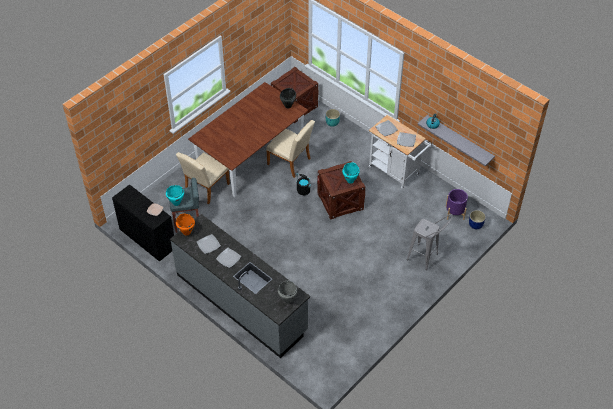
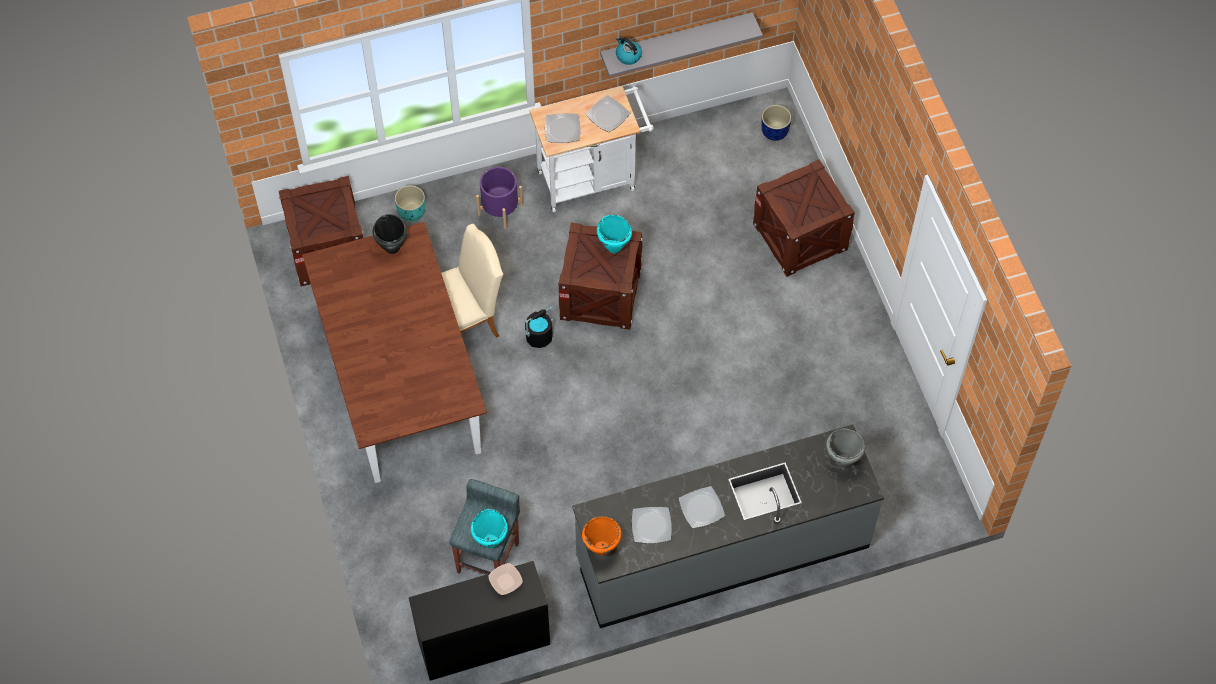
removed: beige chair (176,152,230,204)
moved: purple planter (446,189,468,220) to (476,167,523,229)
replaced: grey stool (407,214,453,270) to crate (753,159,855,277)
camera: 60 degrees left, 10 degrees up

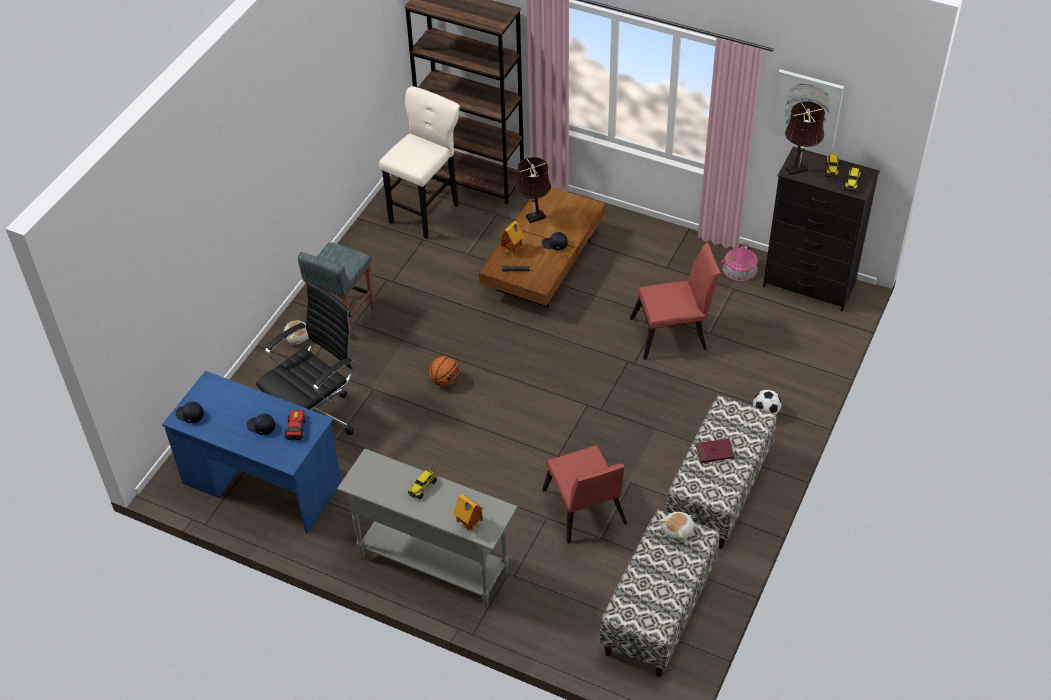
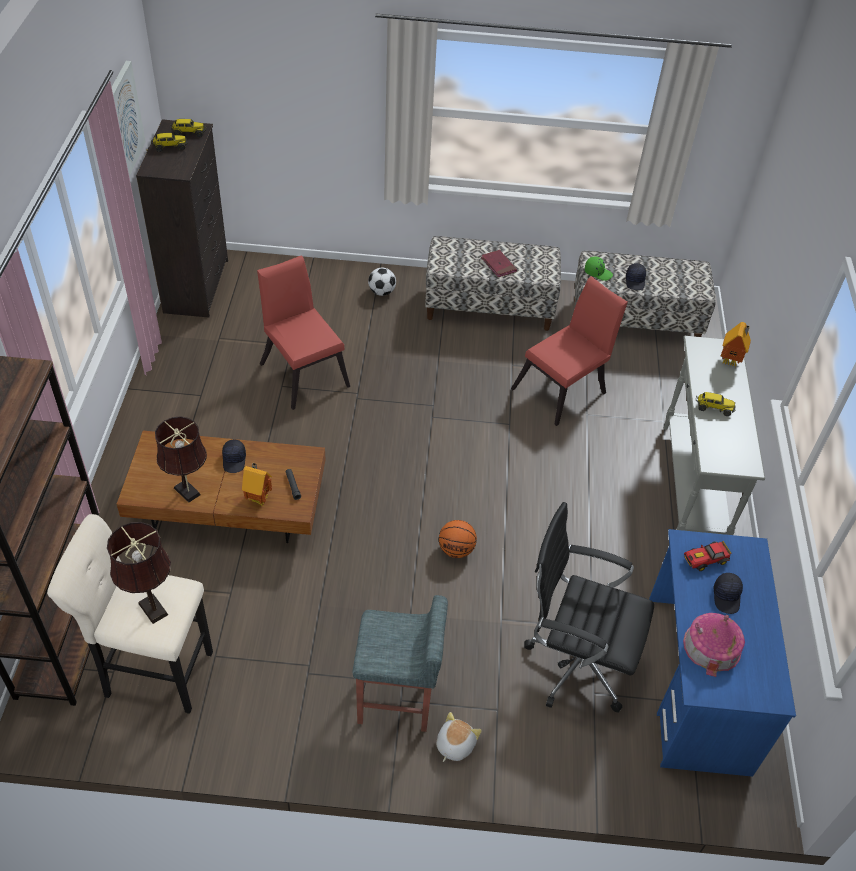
moved: black cap (176,402,204,423) to (626,263,646,290); toy house (720,242,758,281) to (683,613,745,677); brown table lamp (785,101,825,176) to (107,522,171,624)
replaced: plush toy (658,512,694,542) to green cap (585,257,613,281)
camera: 115 degrees left, 0 degrees up

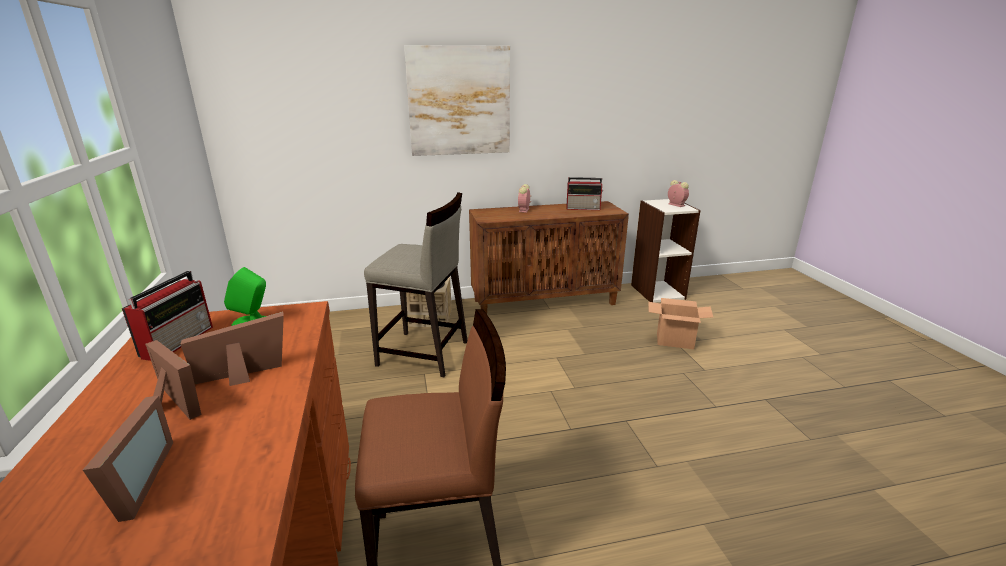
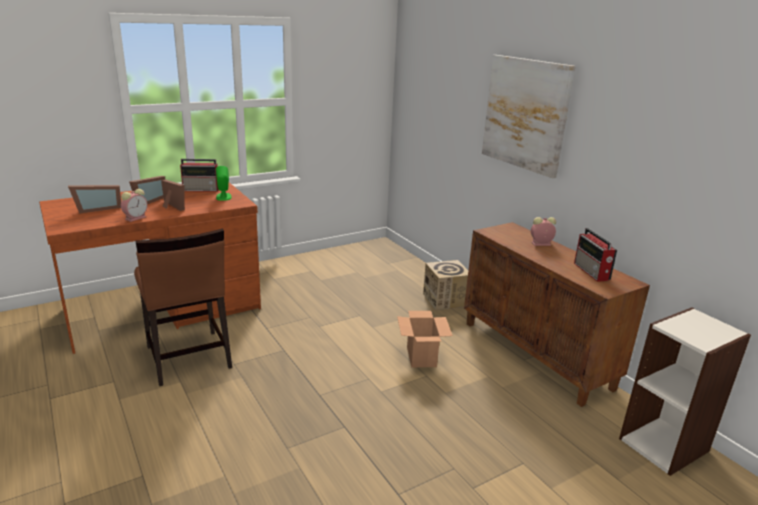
removed: beige stool (364,192,468,377)
moved: cardboard box (648,298,713,349) to (397,311,453,367); alarm clock (668,180,689,207) to (121,189,147,222)
camera: 70 degrees right, 0 degrees up

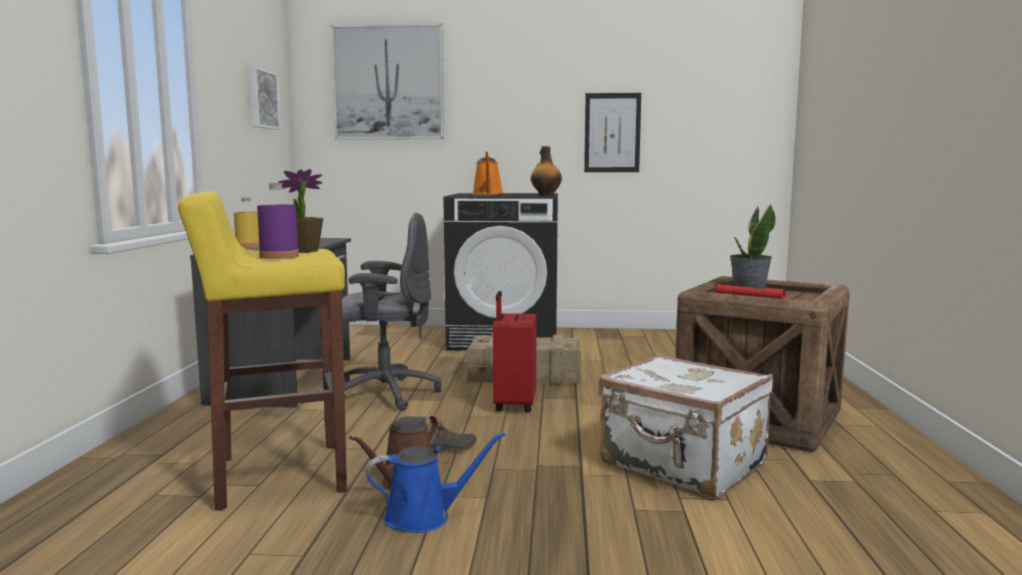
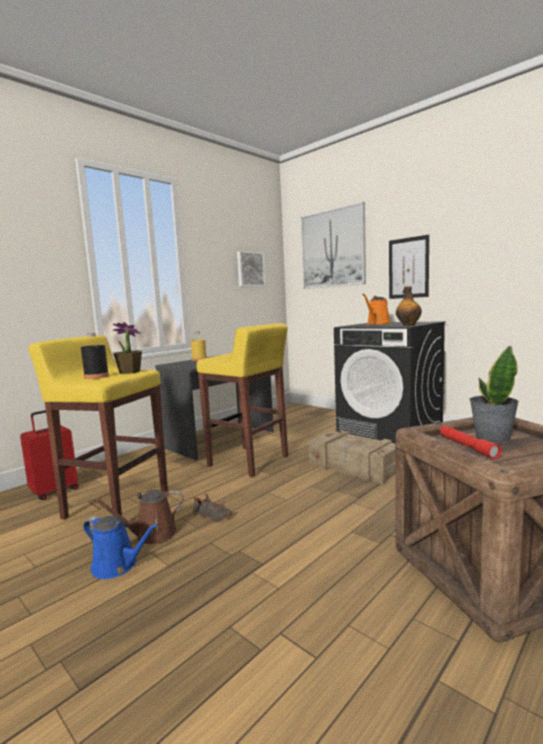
removed: white suitcase (598,354,773,498)
moved: red suitcase (493,291,537,412) to (20,410,79,500); picture (584,93,641,172) to (389,235,429,299)
replaced: grey office chair (342,212,441,411) to yellow stool (197,323,288,477)
recoloured: purple bottle (257,183,299,259) to black bottle (81,332,109,379)
camera: 40 degrees right, 0 degrees up

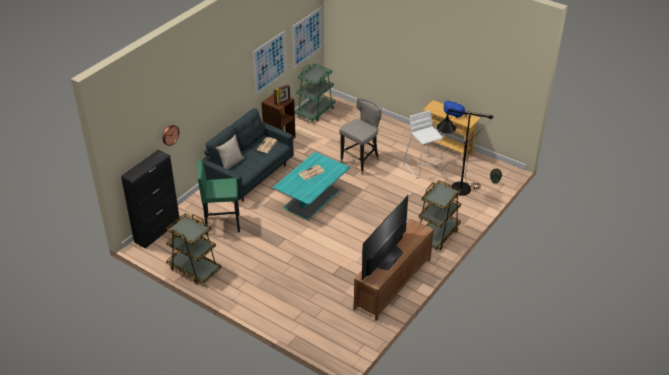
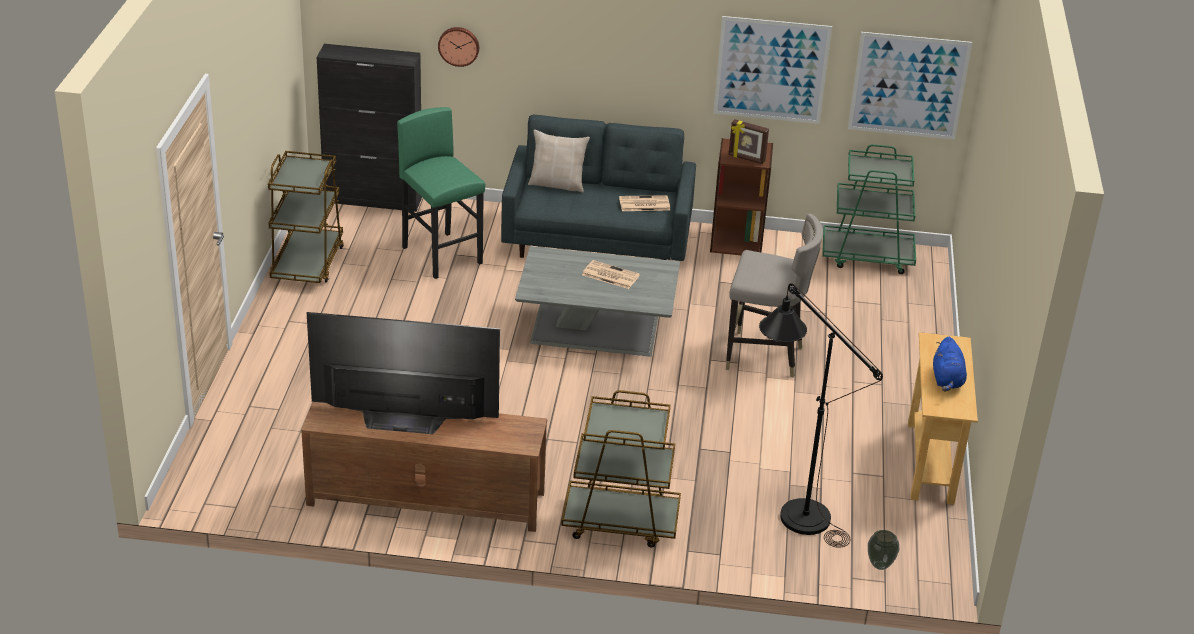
removed: white stool (404,110,443,179)
recoloured: turquoise coffee table (273,152,350,220) to grey coffee table (515,246,680,357)
camera: 60 degrees right, 5 degrees down

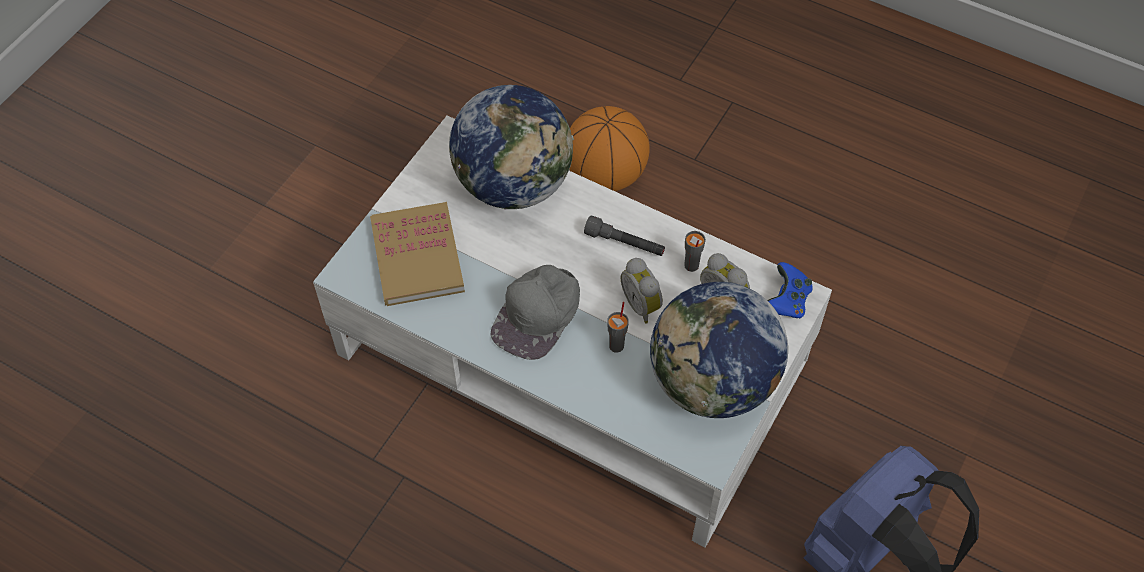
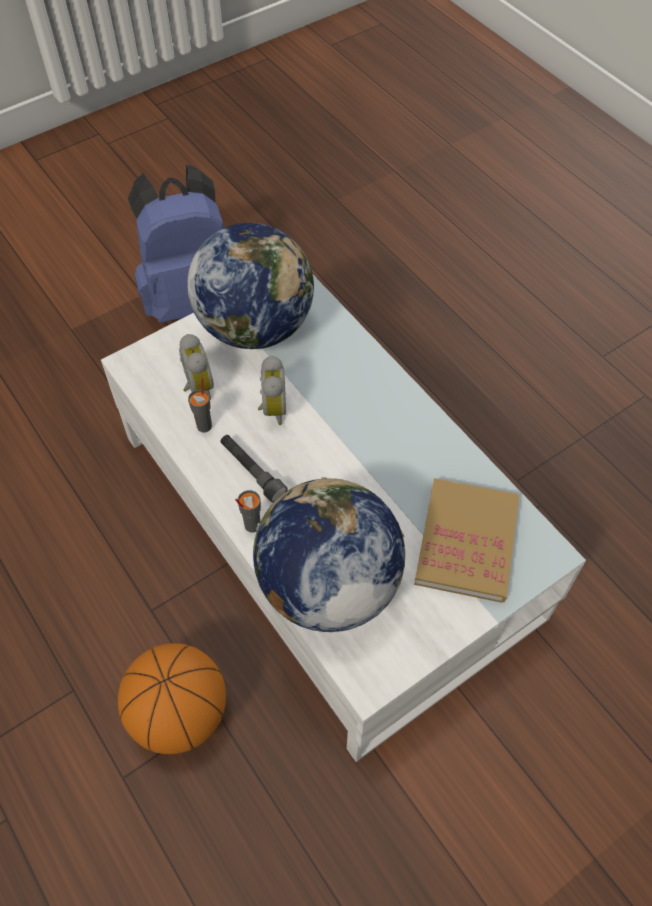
removed: grey cap (491,265,580,360); blue game controller (767,262,813,318)
moved: grey cup (607,302,629,352) to (235,490,261,533)
camera: 155 degrees left, 0 degrees up

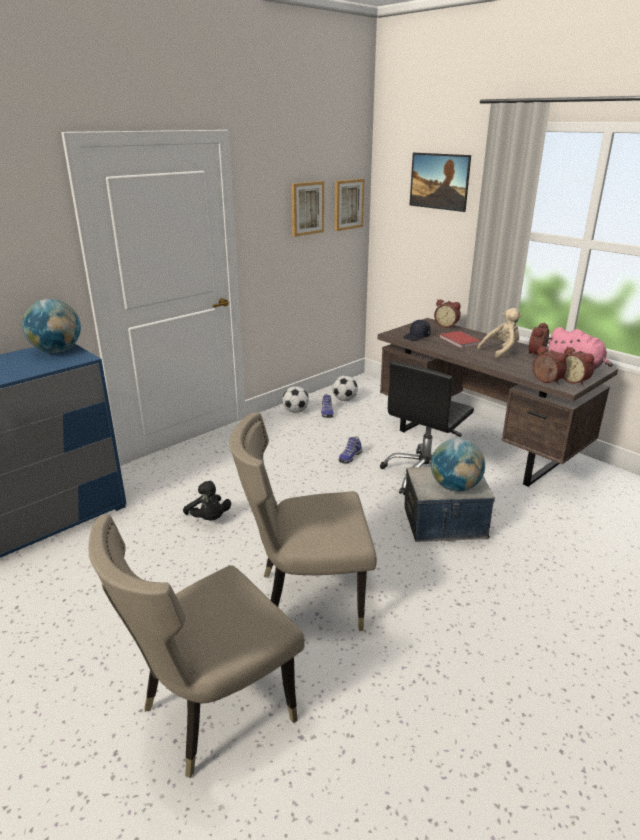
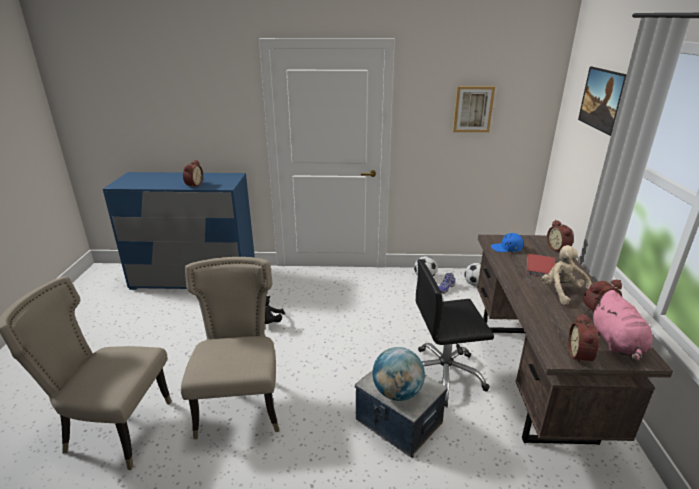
removed: globe (22,299,81,353); picture (334,179,364,231); shoe (338,436,362,464)
moved: alarm clock (533,346,567,384) to (183,160,203,188)
recoloured: black cap (403,320,431,341) to blue cap (491,233,523,252)
turned: beige chair (230,412,377,631) = (181,257,279,439) 45 degrees clockwise; beige plush toy (477,308,522,359) = (542,245,592,305) 120 degrees counterclockwise
camera: 45 degrees right, 0 degrees up

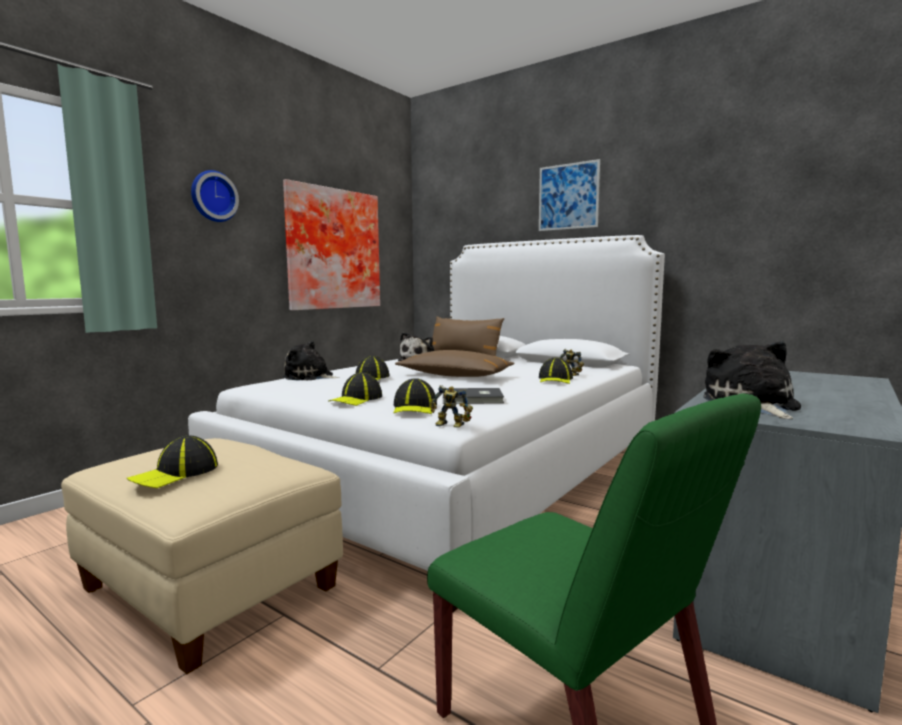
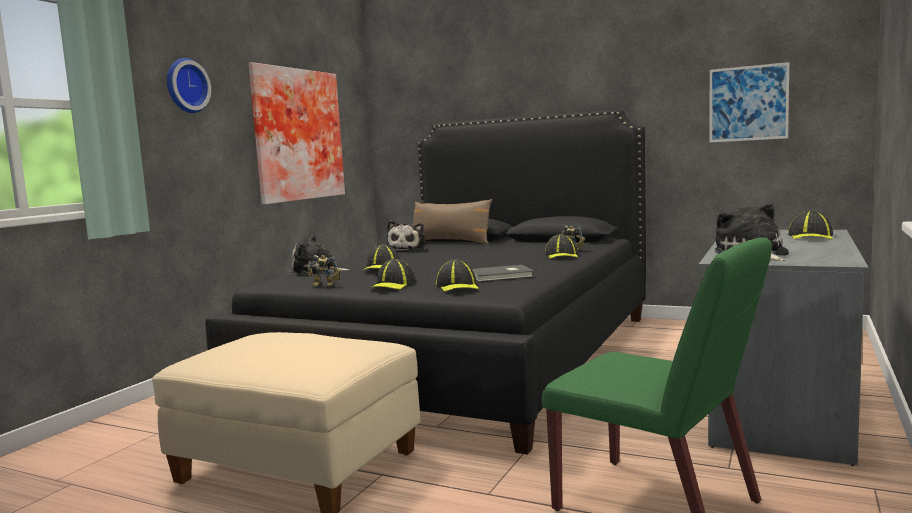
removed: brown pillow (395,350,514,377)
moved: cap (127,435,218,488) to (788,210,833,240); toy robot (430,385,473,428) to (307,255,341,286); picture (539,159,600,231) to (710,62,789,142)
recoloured: white bed (188,235,665,612) to black bed (205,110,646,455)
camera: 10 degrees left, 0 degrees up

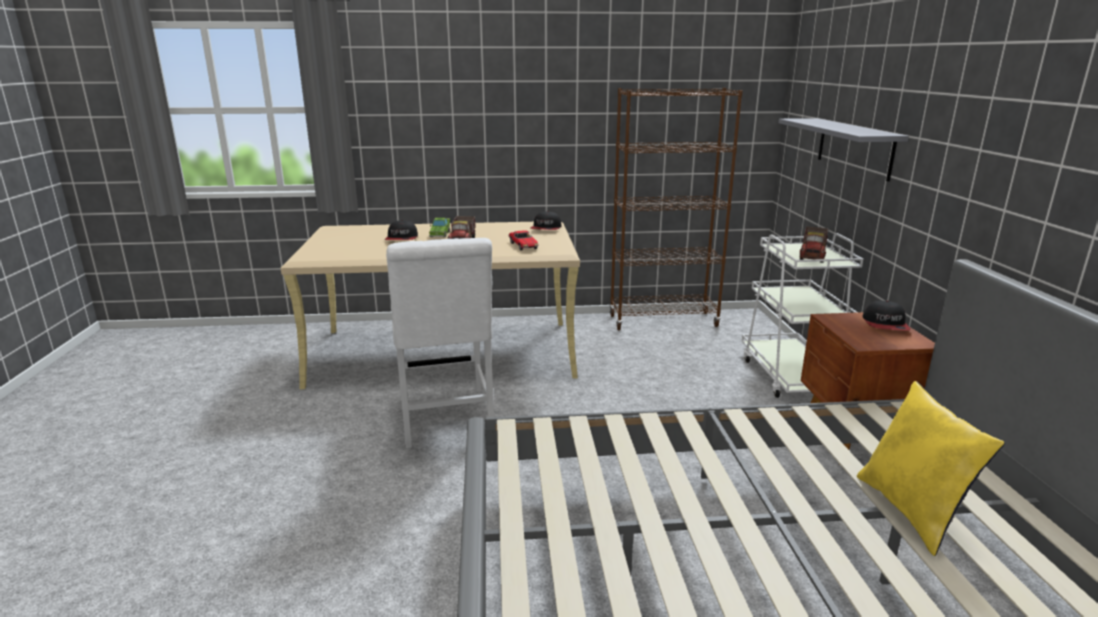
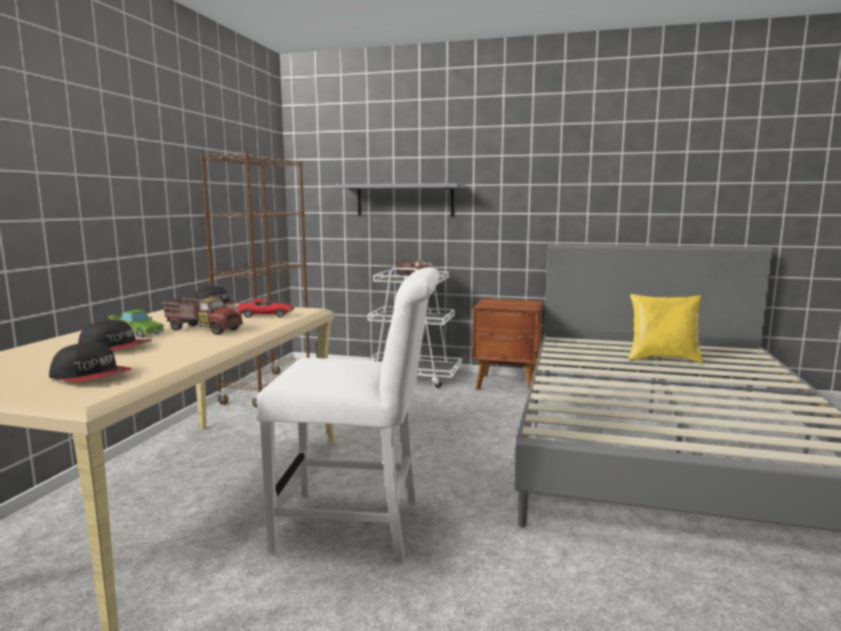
moved: cap (863,301,911,331) to (49,342,132,382)
camera: 70 degrees left, 10 degrees down

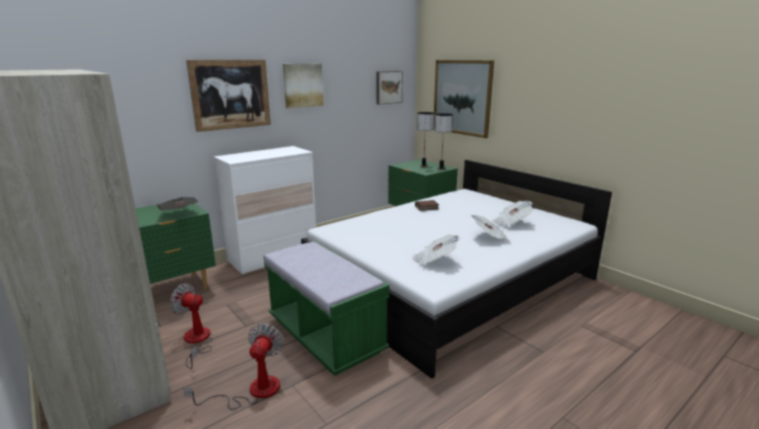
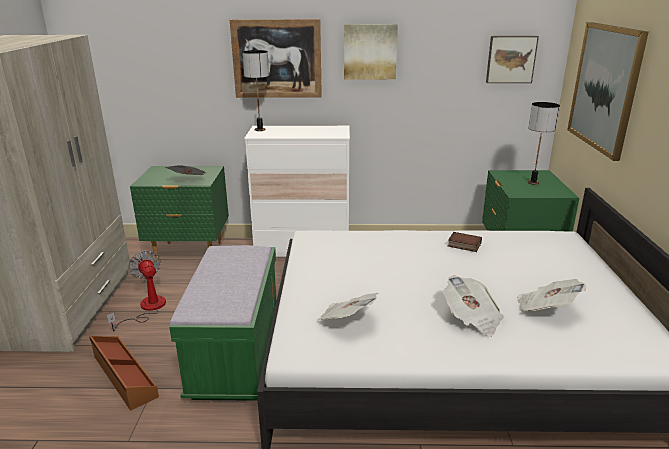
moved: table lamp (434,113,453,170) to (242,50,269,131)
replaced: fan (183,324,284,409) to brown storage box (89,336,159,411)
camera: 40 degrees right, 5 degrees up

